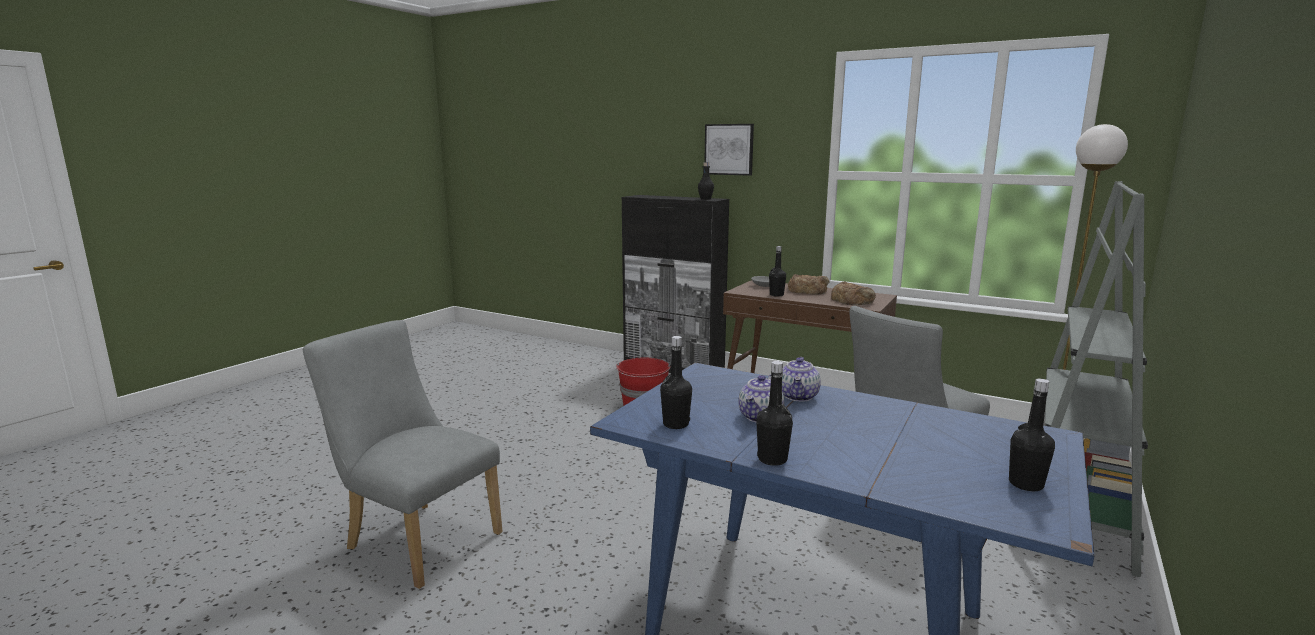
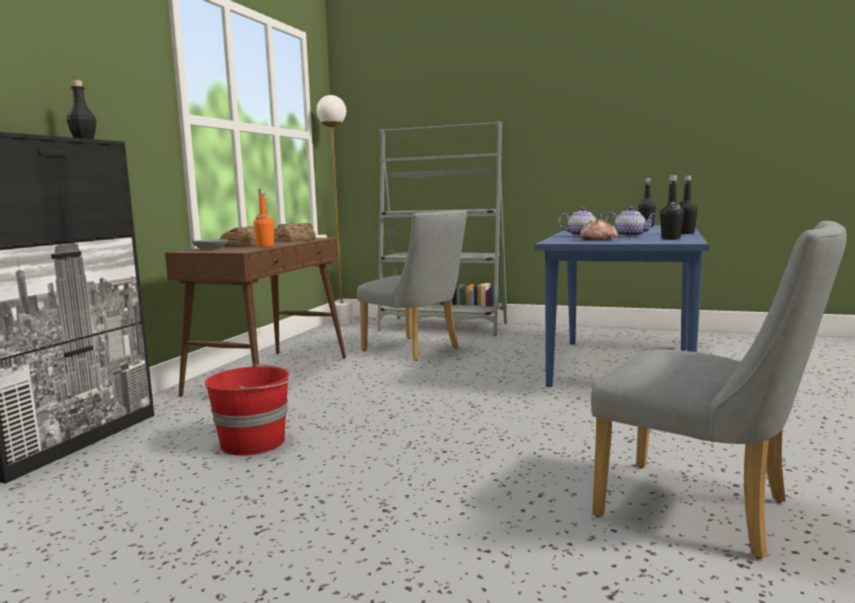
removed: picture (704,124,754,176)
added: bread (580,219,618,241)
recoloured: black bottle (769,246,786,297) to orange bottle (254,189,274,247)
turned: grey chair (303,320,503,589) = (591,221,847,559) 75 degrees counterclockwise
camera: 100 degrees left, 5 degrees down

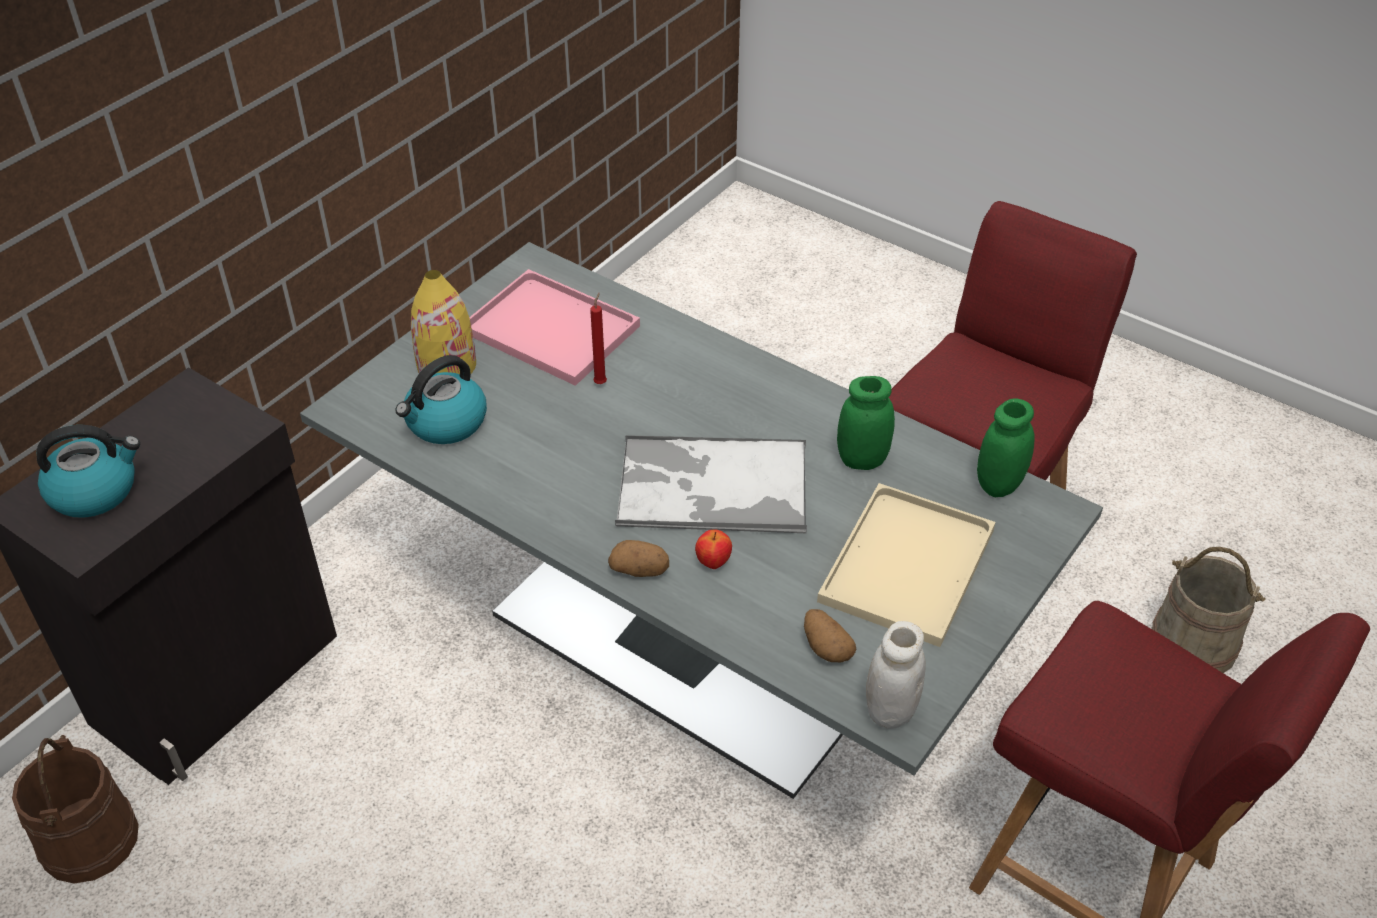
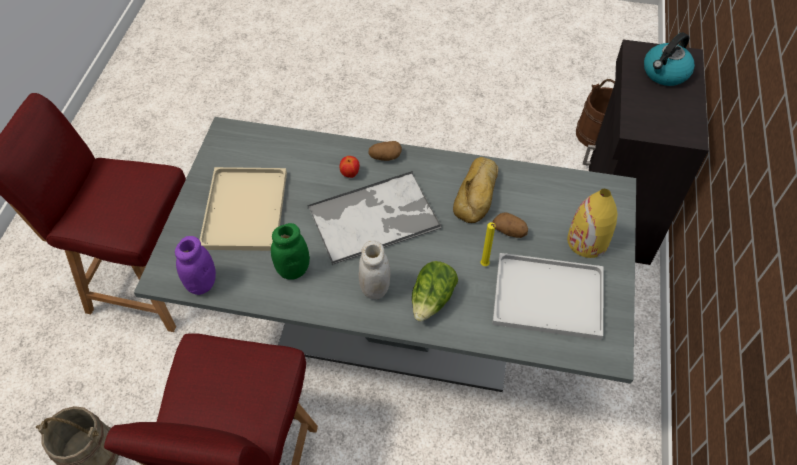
removed: kettle (395,355,487,444)
added: lettuce (412,261,458,322); bread (453,157,498,223)
moved: potato (804,609,856,662) to (492,212,528,238); white jar (866,621,926,729) to (359,241,390,300)
recoloured: pink tray (469,269,640,386) to white tray (492,253,603,340); red candle (590,293,607,384) to yellow candle (480,222,496,266); green jar (977,398,1035,497) to purple jar (175,236,216,295)
camera: 155 degrees right, 10 degrees up

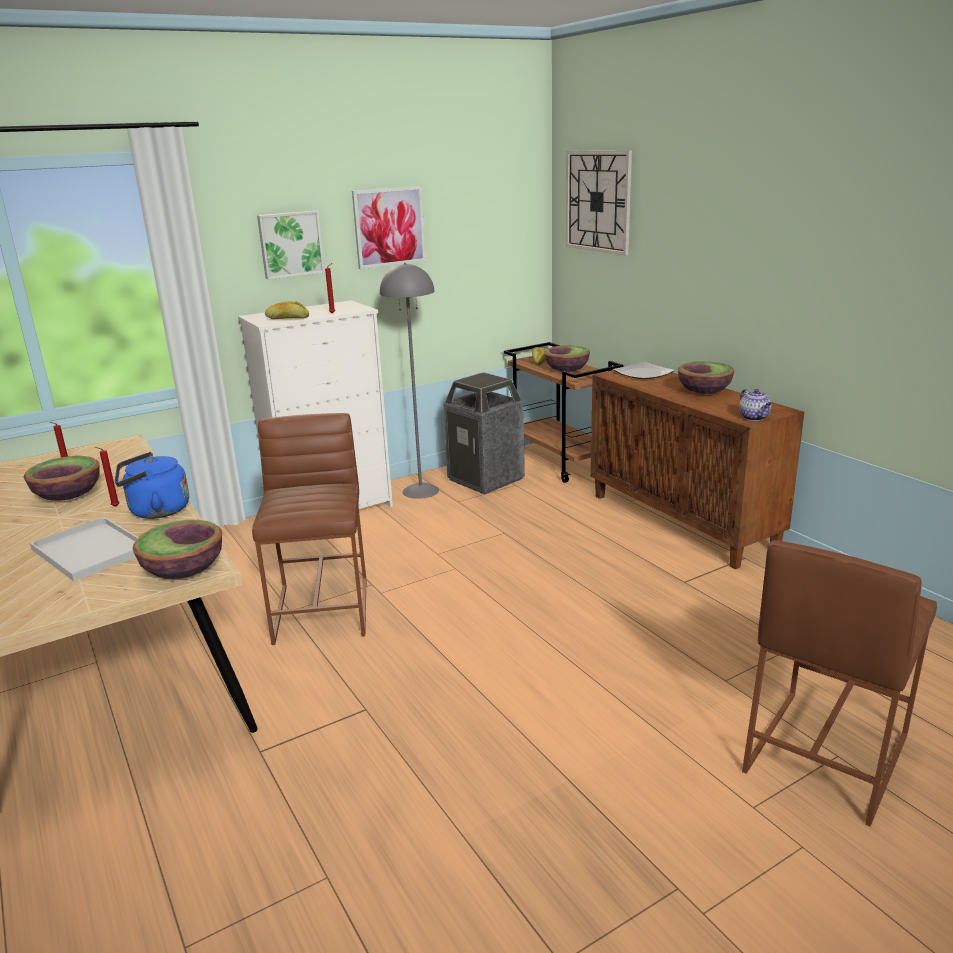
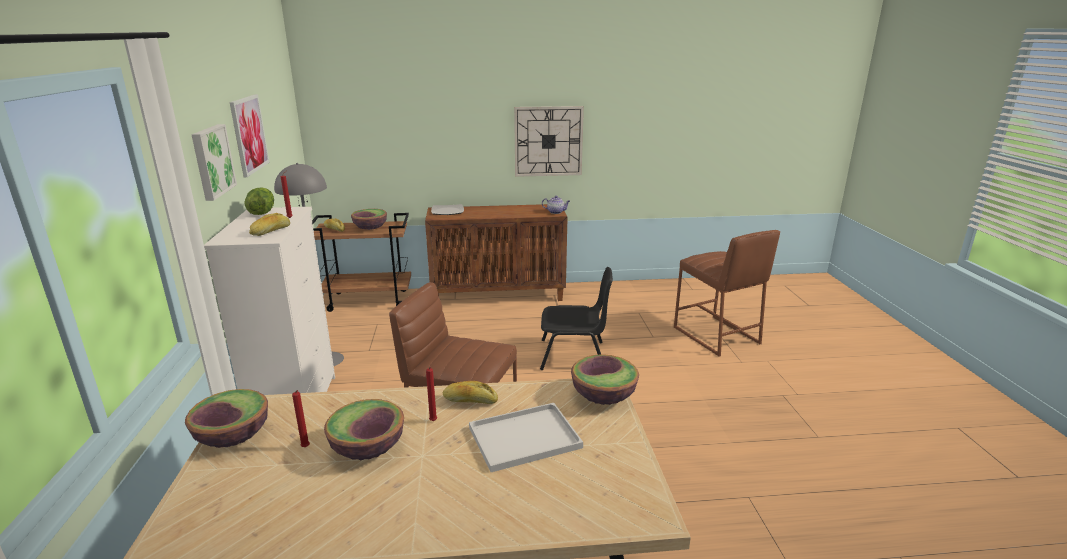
removed: trash can (443,372,525,495)
added: lettuce (244,187,274,215); black chair (540,267,613,370)
moved: wall clock (566,151,632,255) to (514,106,584,177); bowl (678,361,734,394) to (185,389,268,448)
replaced: blue kettle (115,452,189,519) to bread (443,381,498,404)
camera: 65 degrees left, 0 degrees up

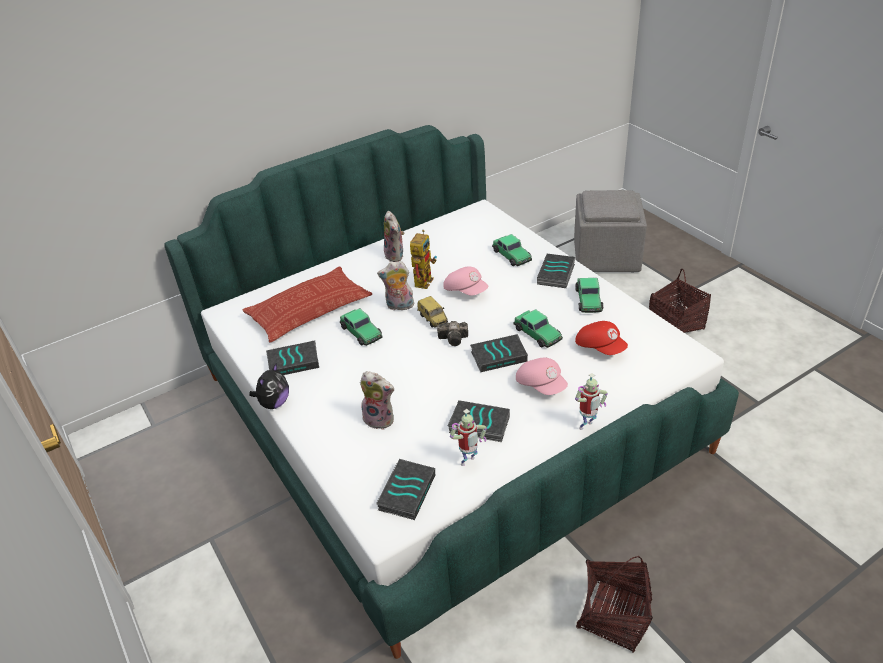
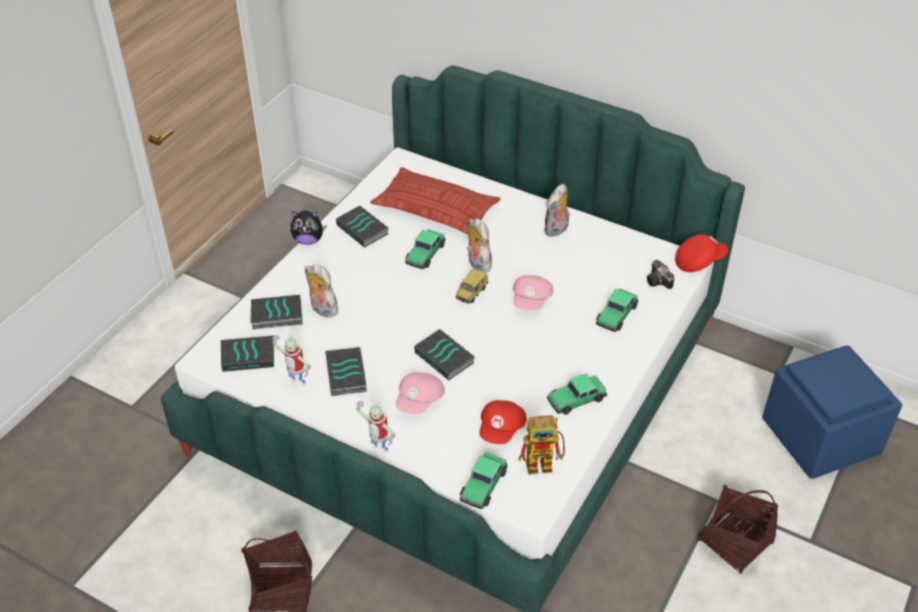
added: red cap (675,234,728,272)
moved: toy robot (410,230,437,289) to (519,415,565,475); photo camera (437,321,468,346) to (647,260,674,289); toy car (514,309,563,348) to (460,452,508,509); book (537,254,575,288) to (250,295,303,329)
recoloured: grey ottoman (574,190,647,272) to blue ottoman (762,345,902,479)
turned: plush toy (360,371,395,430) = (305,264,338,318) 135 degrees clockwise
camera: 60 degrees right, 5 degrees up

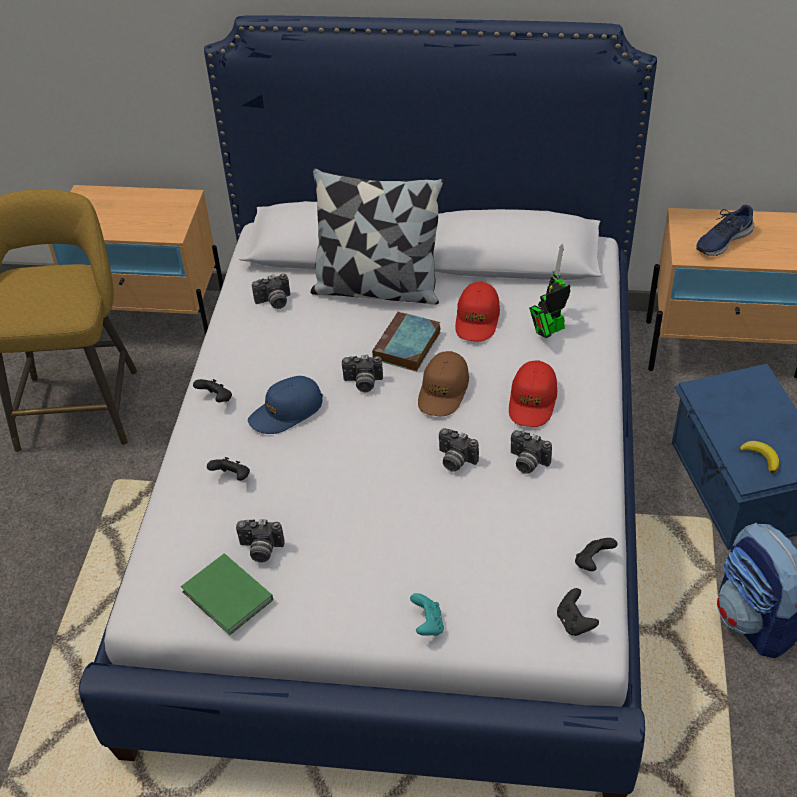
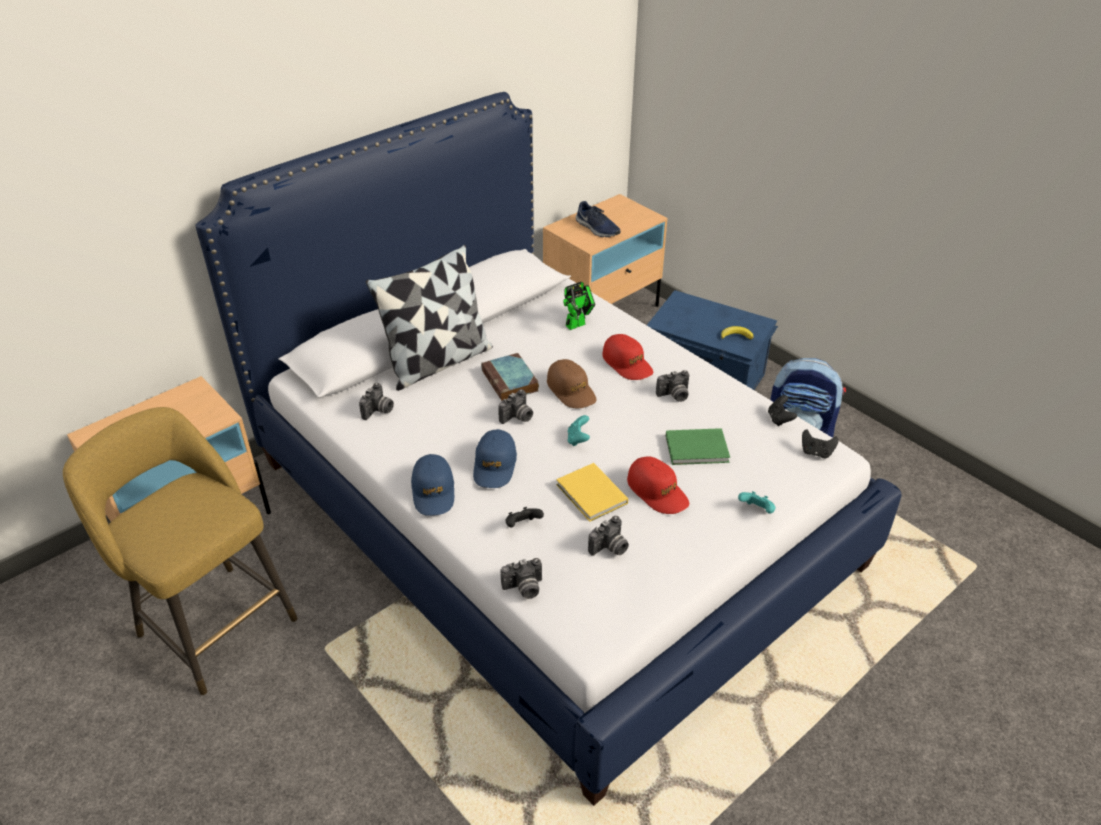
added: yellow book (556,463,628,522); turquoise game controller (568,415,590,446)
moved: green book (181,553,273,635) to (666,428,730,465); photo camera (439,428,479,472) to (500,558,542,599); red cap (455,282,500,341) to (627,456,689,514)
replaced: black game controller (193,379,232,402) to blue cap (411,454,454,516)
turned: toy robot (529,244,571,338) = (563,282,595,330) 135 degrees counterclockwise; blue shoe (696,205,754,256) = (576,201,621,237) 45 degrees counterclockwise
camera: 50 degrees left, 5 degrees down

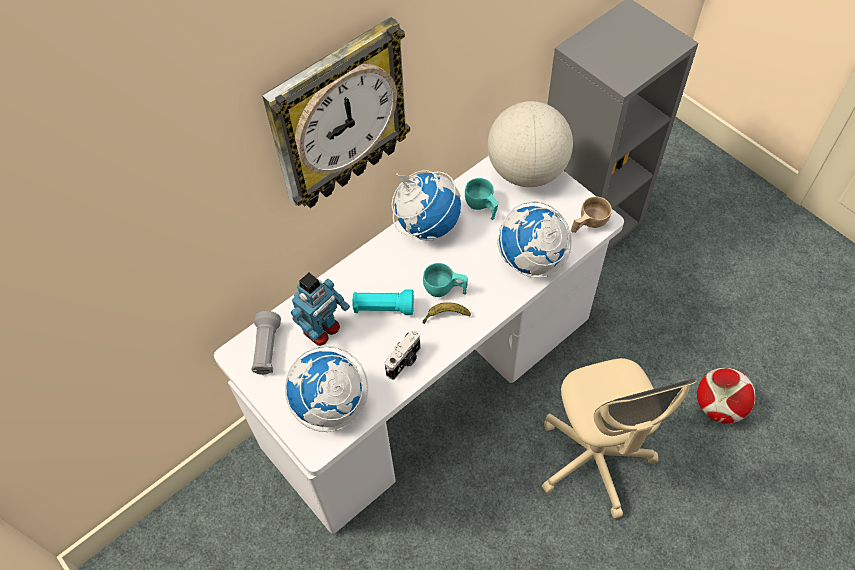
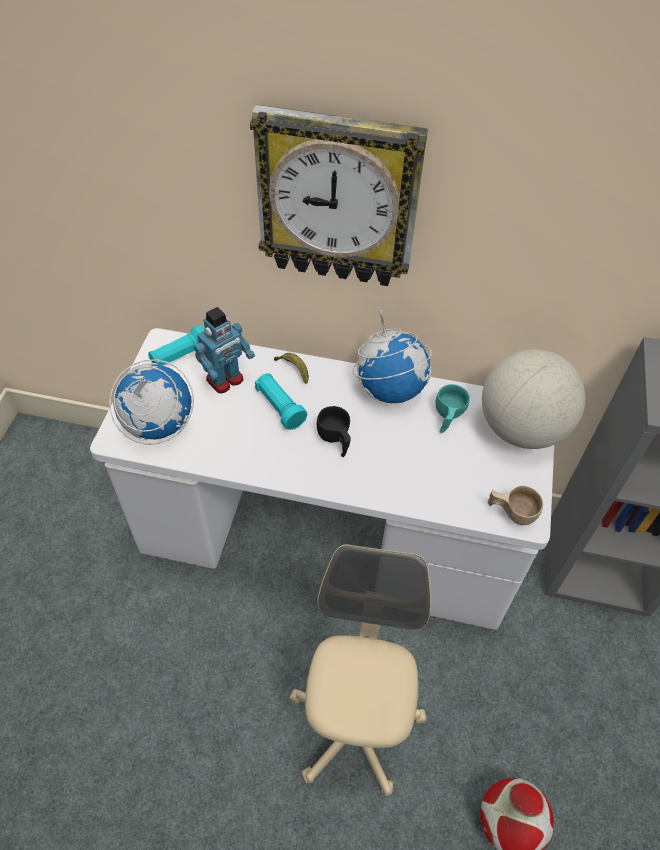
removed: photo camera (385,330,421,380); globe (497,201,572,278)
moved: banana (423,302,471,324) to (274,353,309,384)
recoloured: grey flashlight (252,311,281,375) to turquoise flashlight (148,325,205,366); turquoise cup (423,263,468,297) to black cup (317,406,351,457)
turned: toy robot (291,273,350,346) = (194,307,255,393) 45 degrees counterclockwise; beige office chair (542,358,696,519) = (289,544,431,796) 150 degrees clockwise
camera: 50 degrees right, 5 degrees down

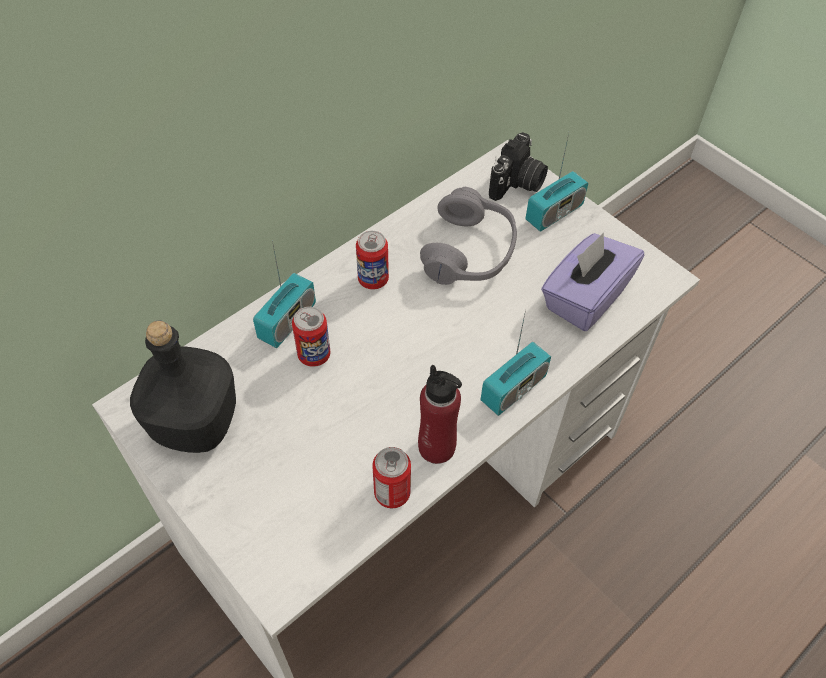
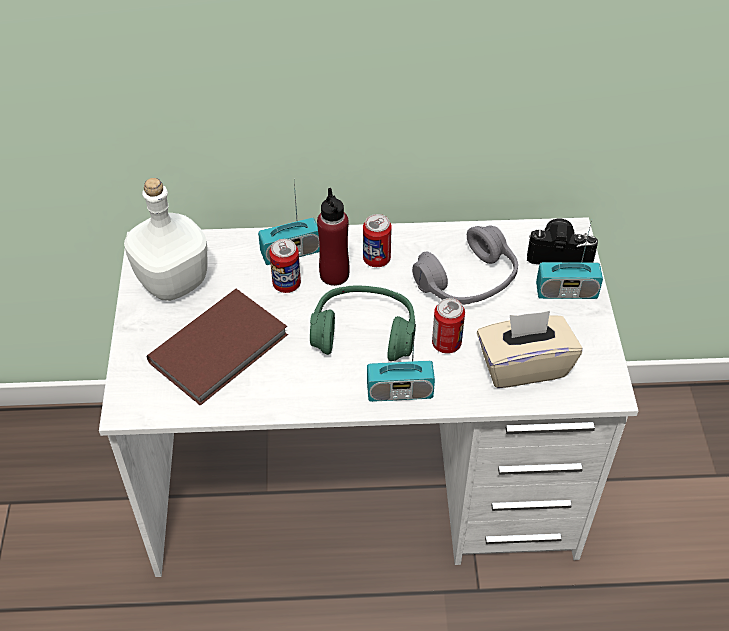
added: brown book (147,289,288,406); green headphones (310,285,416,361)
moved: can (372,447,411,508) to (432,298,465,354); red bottle (418,364,462,464) to (317,188,350,286)
recoloured: black bottle (130,321,236,453) to white bottle (124,178,208,301); purple tissue box (541,232,644,331) to beige tissue box (477,311,582,388)
turned: photo camera (489,132,548,201) = (527,218,598,264) 150 degrees counterclockwise
camera: 40 degrees right, 5 degrees down

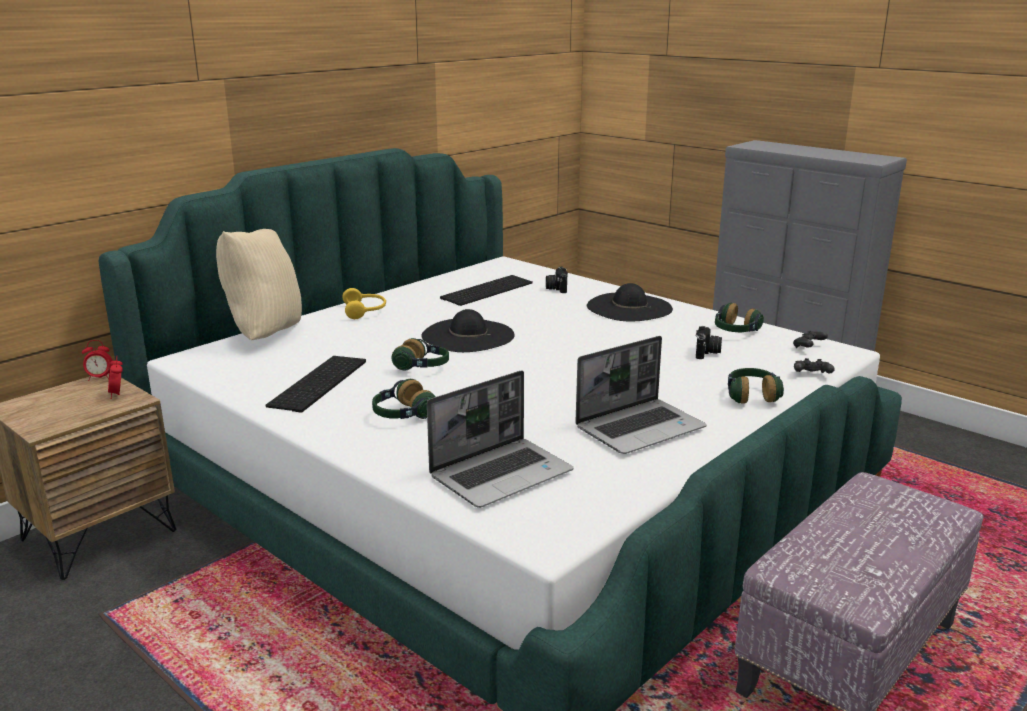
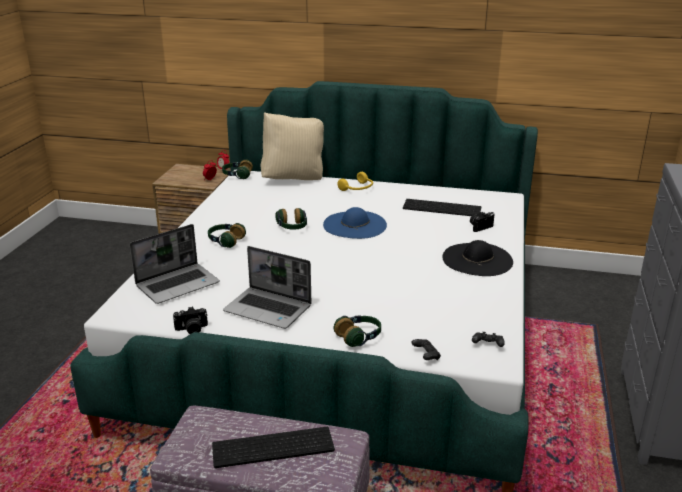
moved: keyboard (265,356,366,413) to (212,427,335,468); photo camera (696,326,722,359) to (173,306,208,334); headphones (715,303,764,332) to (222,160,253,179)
recoloured: black hat (421,309,515,352) to blue hat (323,207,387,239)
turned: laptop (427,370,574,508) = (130,224,220,304) 60 degrees counterclockwise
camera: 60 degrees right, 5 degrees up

